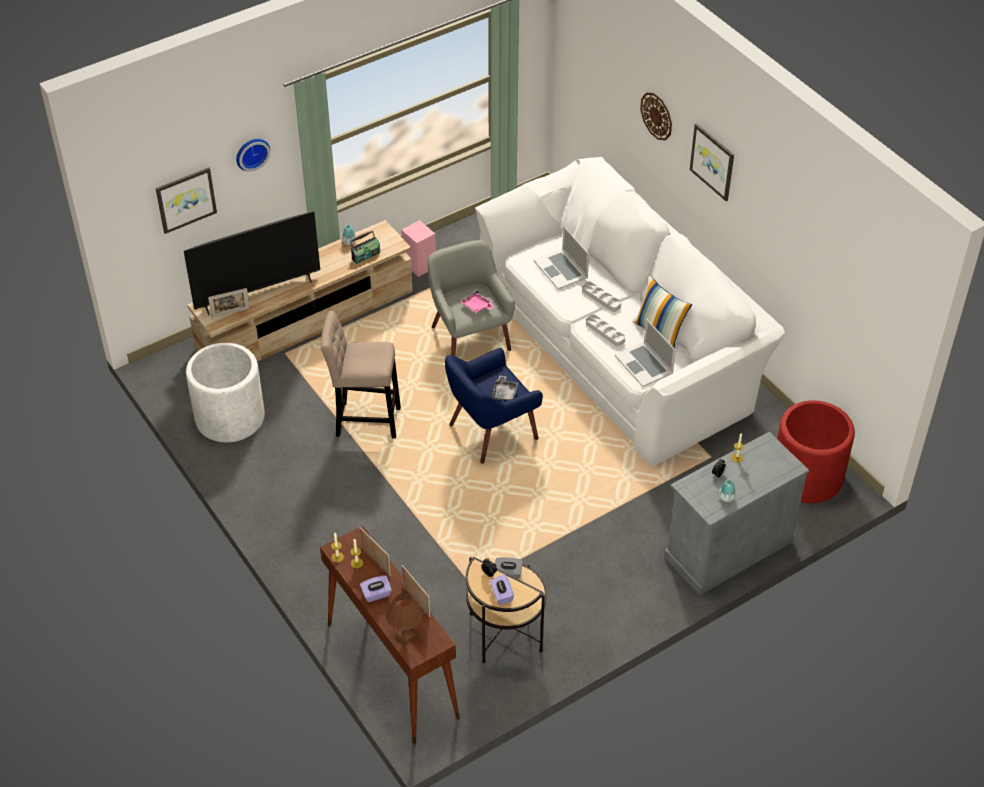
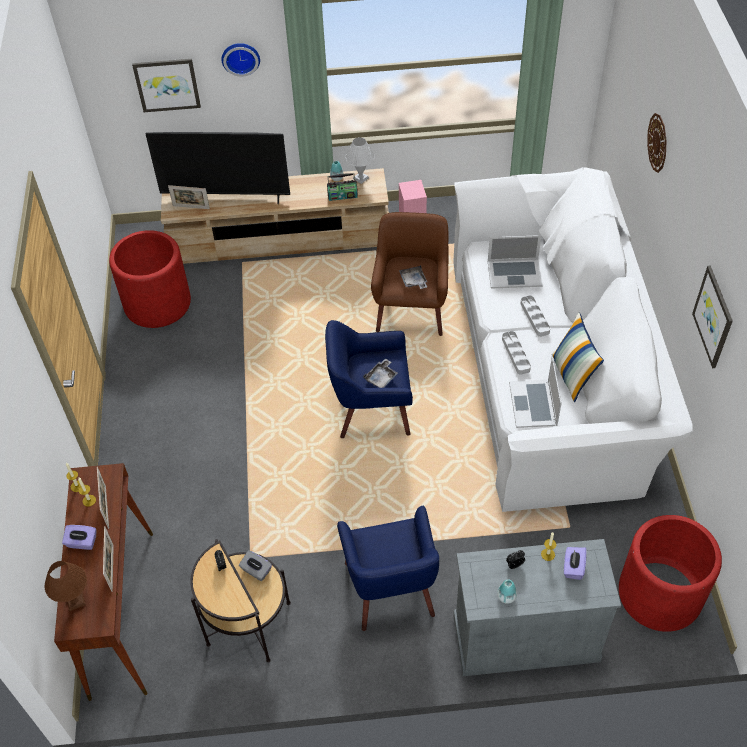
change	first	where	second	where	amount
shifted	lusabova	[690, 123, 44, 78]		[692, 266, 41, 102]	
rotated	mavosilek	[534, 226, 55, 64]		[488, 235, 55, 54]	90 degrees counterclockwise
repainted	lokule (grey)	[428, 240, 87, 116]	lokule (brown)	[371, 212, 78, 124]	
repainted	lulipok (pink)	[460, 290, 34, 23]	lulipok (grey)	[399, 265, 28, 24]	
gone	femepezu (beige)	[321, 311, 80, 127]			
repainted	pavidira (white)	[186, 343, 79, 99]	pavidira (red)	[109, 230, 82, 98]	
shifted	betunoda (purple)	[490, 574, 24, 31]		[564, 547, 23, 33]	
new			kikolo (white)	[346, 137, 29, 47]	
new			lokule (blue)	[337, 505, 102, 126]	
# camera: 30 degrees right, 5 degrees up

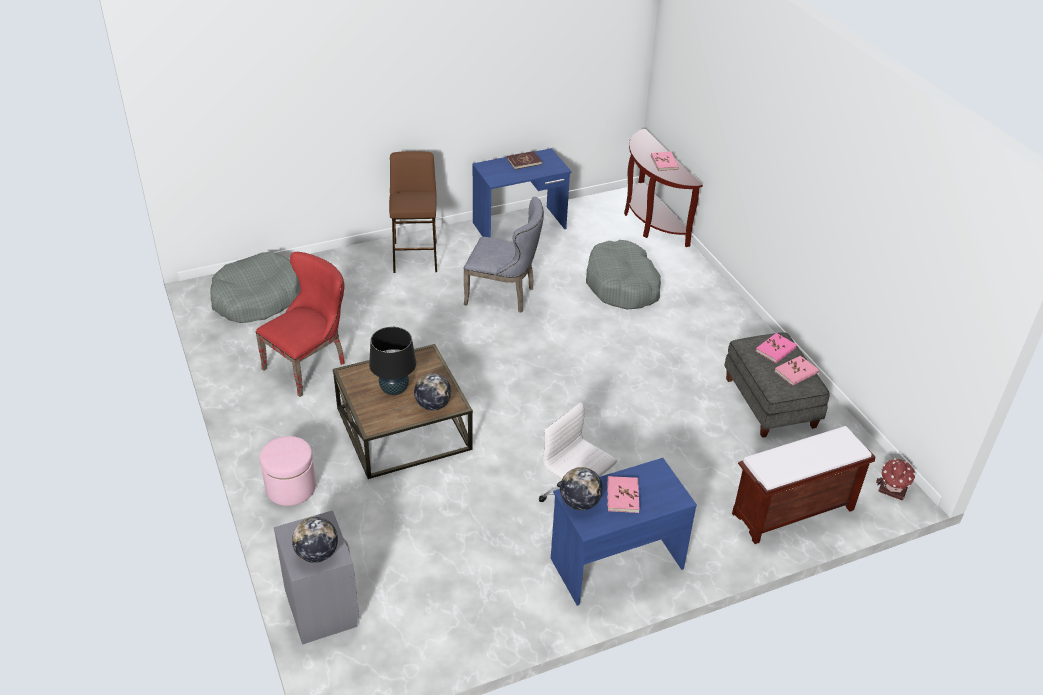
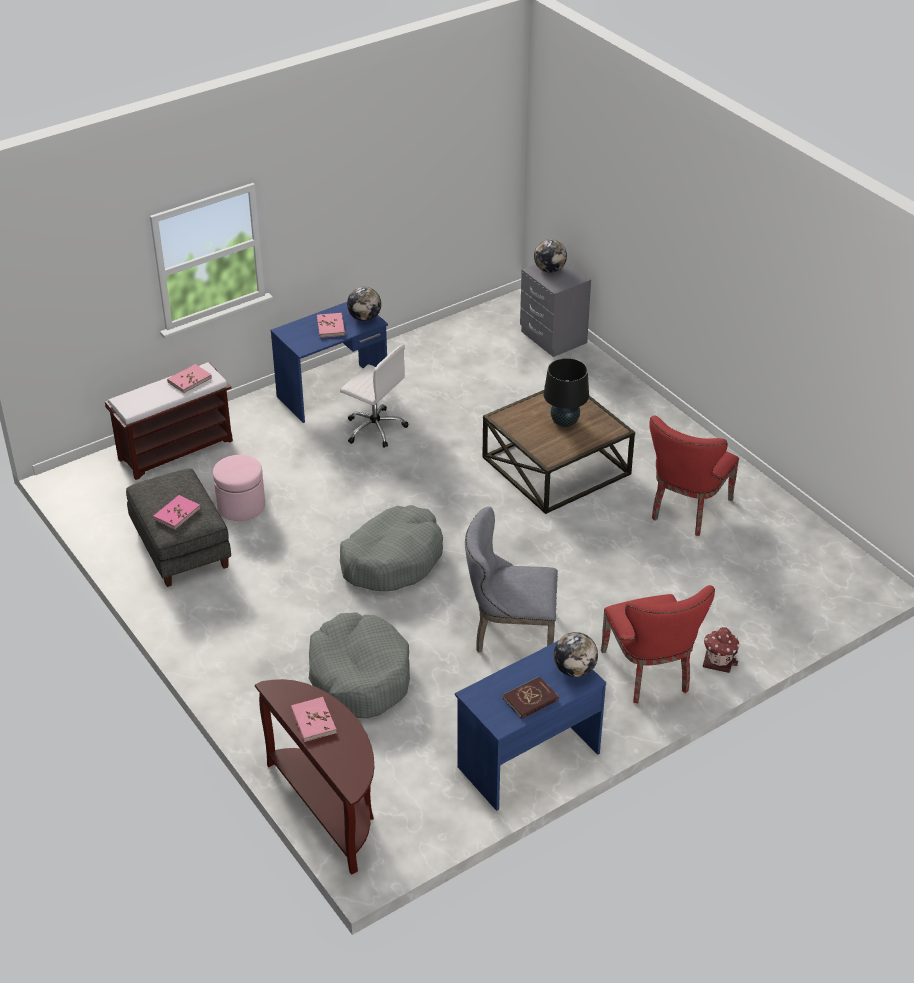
change	first	where	second	where	amount
swapped	femepezu (brown)	[389, 151, 48, 122]	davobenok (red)	[601, 585, 114, 118]	
shifted	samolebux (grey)	[210, 252, 91, 71]		[340, 505, 103, 86]	
shifted	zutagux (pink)	[775, 355, 44, 31]		[167, 364, 45, 29]	
shifted	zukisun	[414, 373, 37, 38]		[553, 632, 45, 45]	
shifted	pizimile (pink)	[260, 436, 56, 70]		[213, 455, 52, 66]	
shifted	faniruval	[876, 458, 39, 43]		[703, 627, 37, 46]	
# camera: 170 degrees right, 0 degrees up

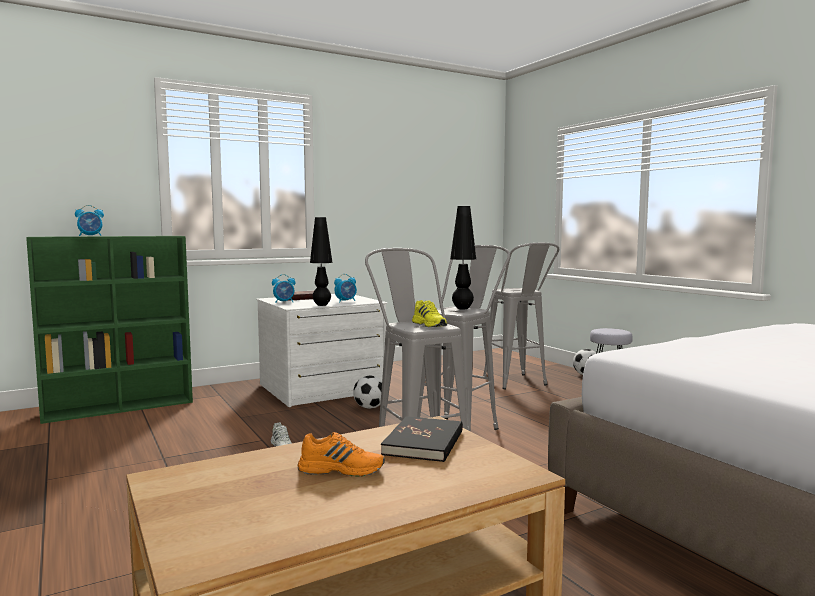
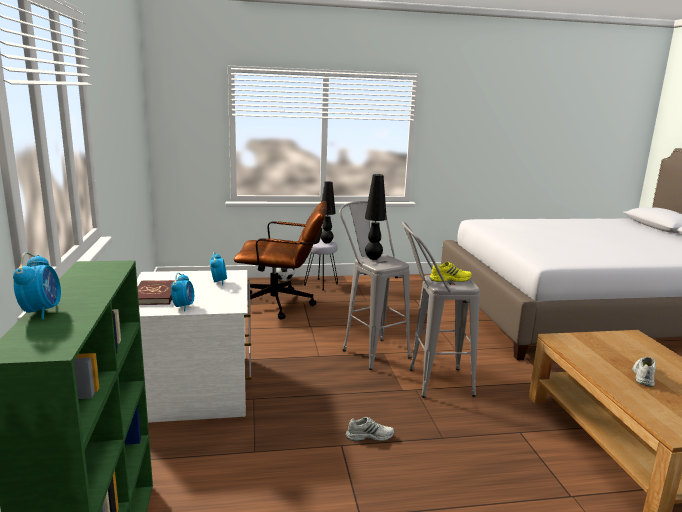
change	first	where	second	where	amount
shifted	kikolo (black)	[310, 217, 23, 89]		[321, 181, 15, 62]	
swapped	femepezu (grey)	[483, 243, 76, 146]	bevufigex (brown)	[234, 201, 93, 119]	
gone	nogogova	[353, 376, 29, 33]			
gone	zutagux (black)	[381, 416, 82, 46]			
repainted	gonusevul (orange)	[298, 432, 87, 45]	gonusevul (white)	[632, 357, 24, 30]	
# camera: 70 degrees left, 10 degrees up

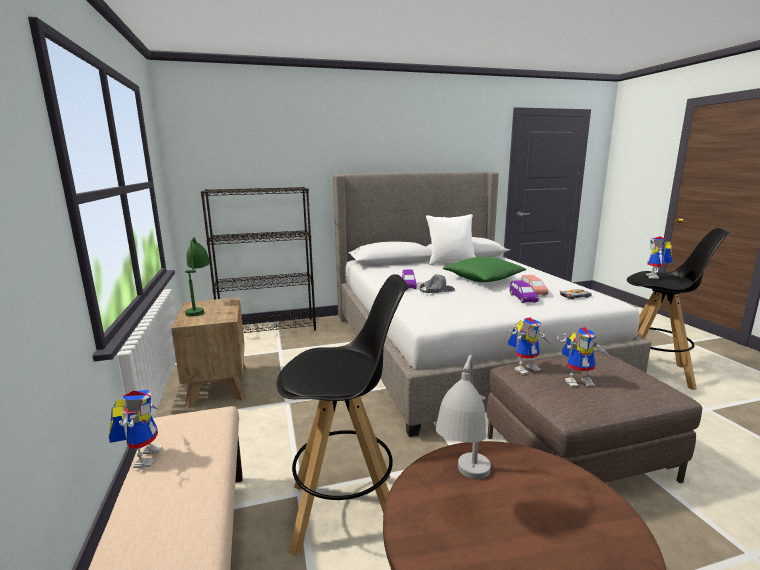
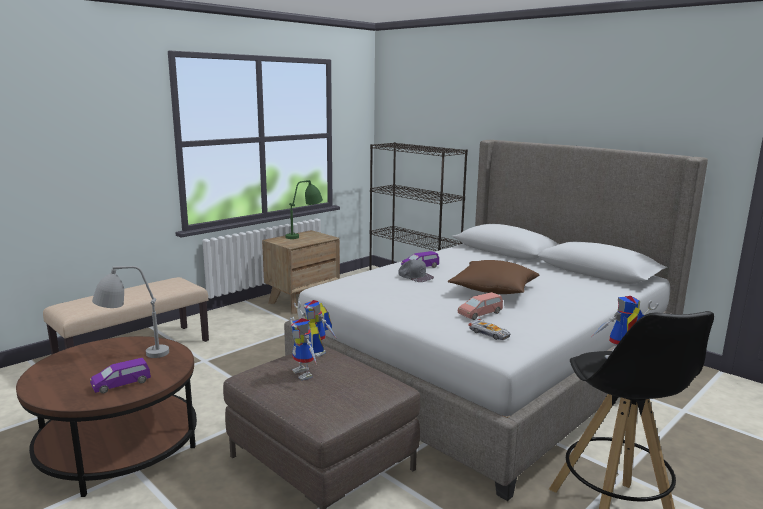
change	first	where	second	where	amount
gone	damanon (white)	[426, 214, 50, 51]			
repainted	damanon (green)	[443, 257, 84, 25]	damanon (brown)	[448, 260, 91, 34]	
gone	femepezu (black)	[277, 274, 132, 282]			
shifted	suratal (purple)	[510, 280, 29, 23]		[90, 358, 61, 36]	
gone	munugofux	[109, 390, 54, 78]			
# camera: 60 degrees right, 0 degrees up

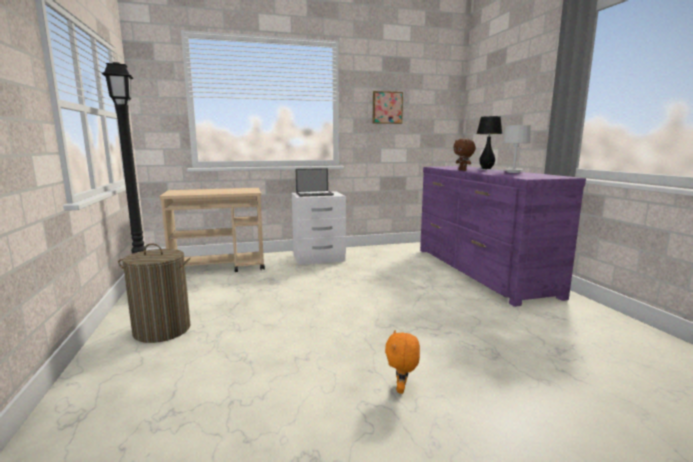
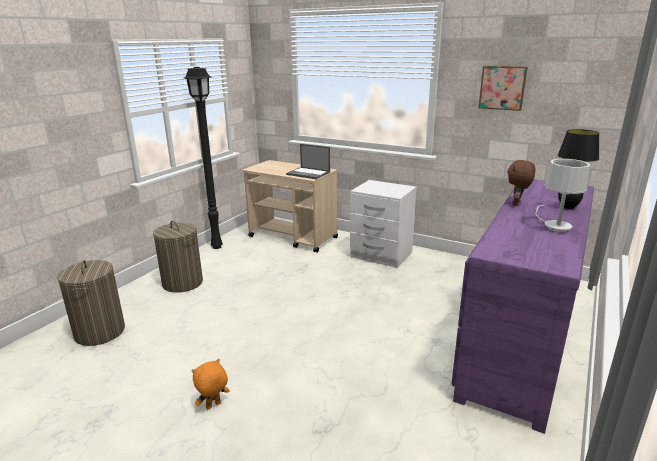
change	first	where	second	where	amount
shifted	mavosilek	[296, 168, 38, 29]		[286, 144, 44, 35]	
new			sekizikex	[57, 260, 68, 86]	
# camera: 45 degrees right, 10 degrees up

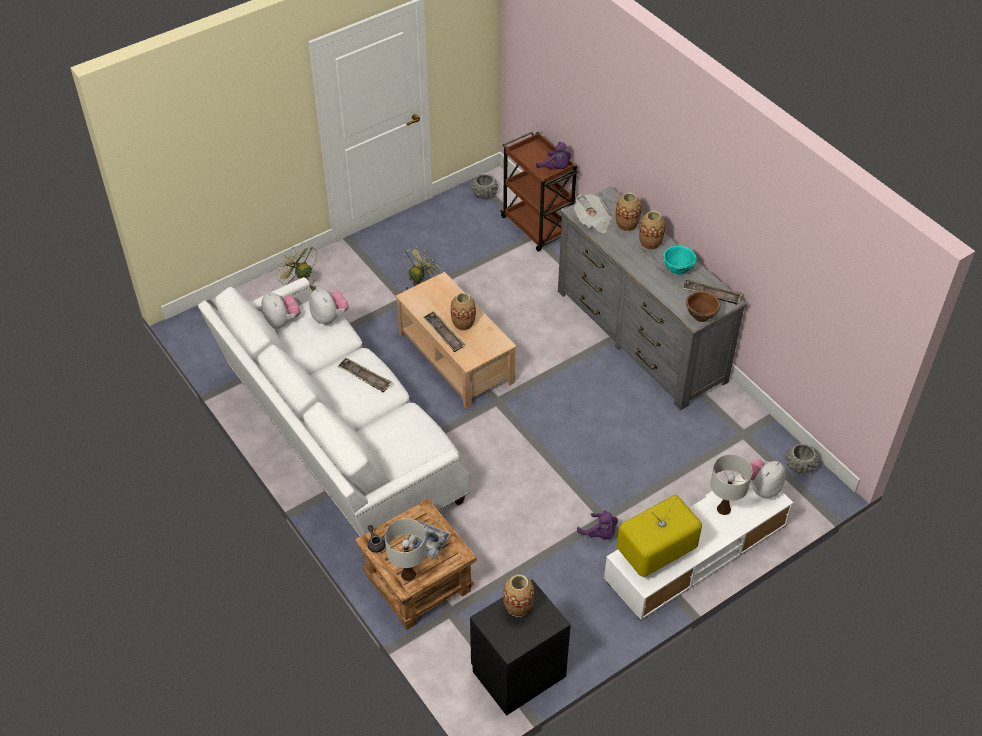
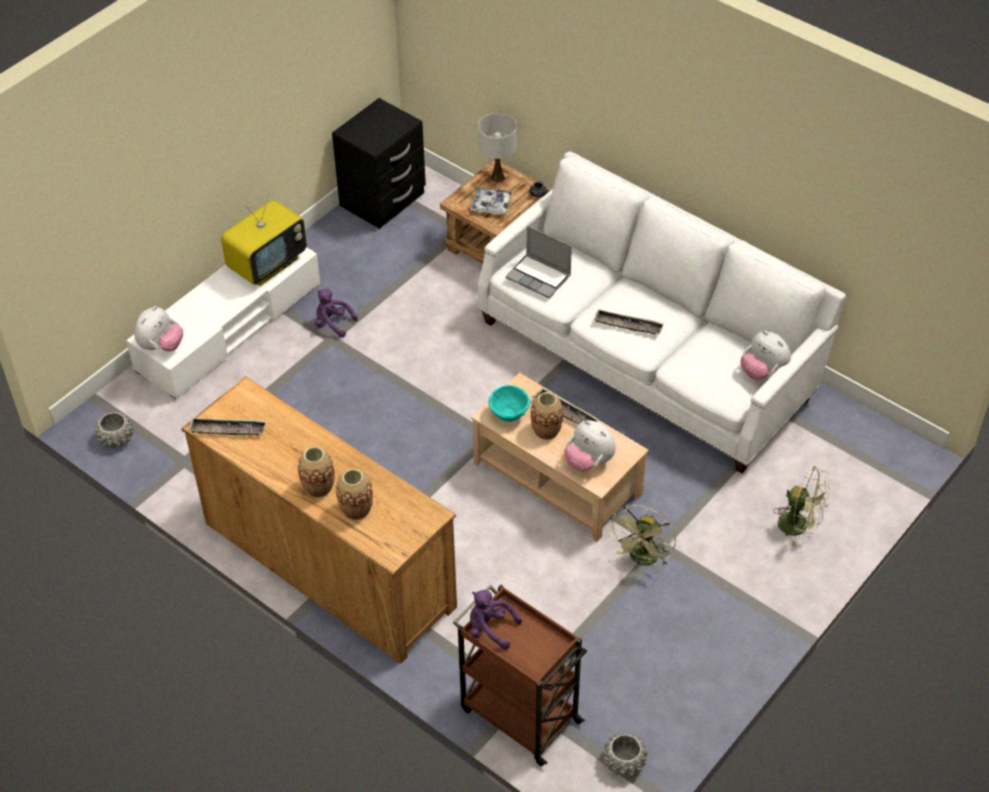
change	first	where	second	where	amount
repainted	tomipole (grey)	[558, 186, 189, 224]	tomipole (brown)	[181, 376, 276, 288]	
gone	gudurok	[574, 194, 38, 39]			
shifted	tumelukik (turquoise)	[663, 246, 34, 29]		[488, 385, 42, 37]	
shifted	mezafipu	[309, 288, 40, 37]		[564, 420, 52, 52]	
gone	tumelukik (brown)	[686, 291, 35, 31]			
gone	kikolo (white)	[710, 454, 42, 61]			
gone	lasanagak	[503, 574, 32, 43]			
new			mavosilek	[505, 226, 67, 72]	
# camera: 165 degrees right, 0 degrees up

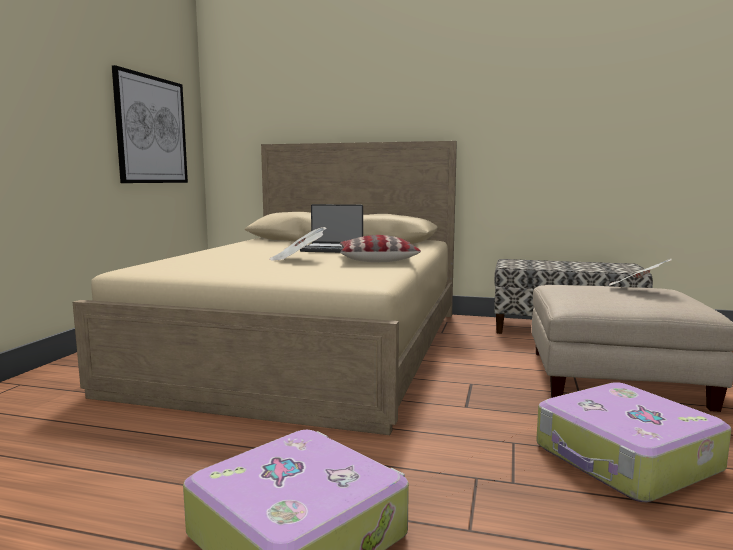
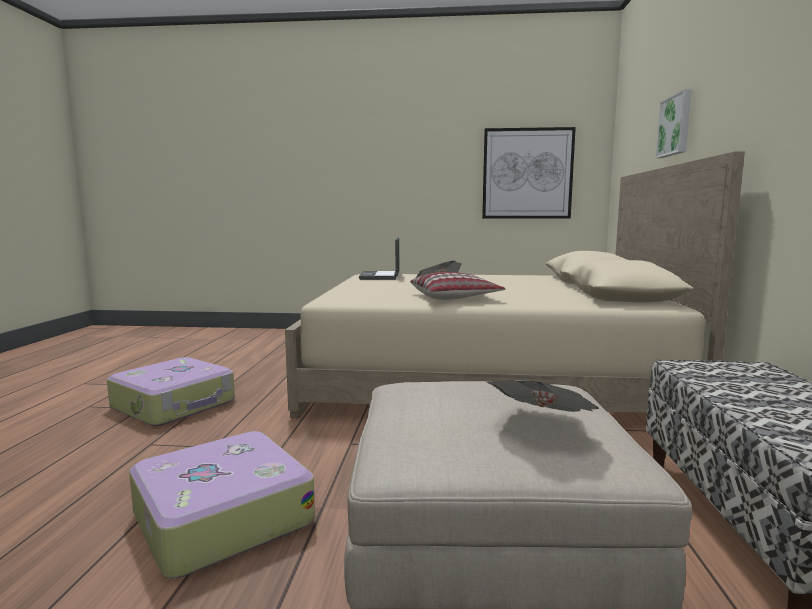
change	first	where	second	where	amount
shifted	mavosilek	[300, 204, 63, 49]		[359, 237, 40, 43]	
new			lusabova	[656, 89, 36, 69]	
# camera: 80 degrees right, 0 degrees up

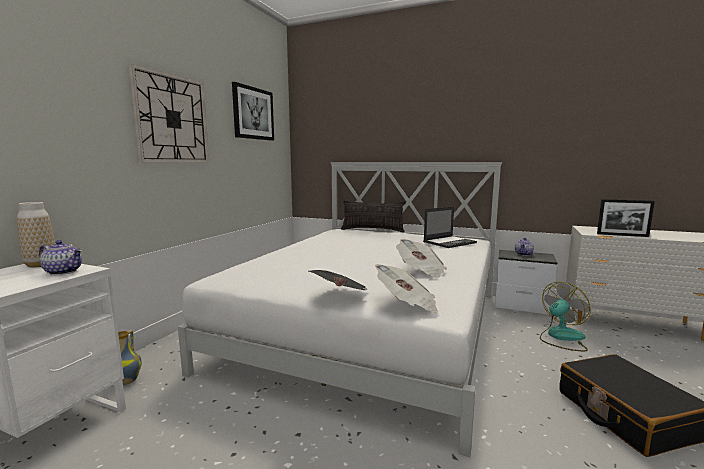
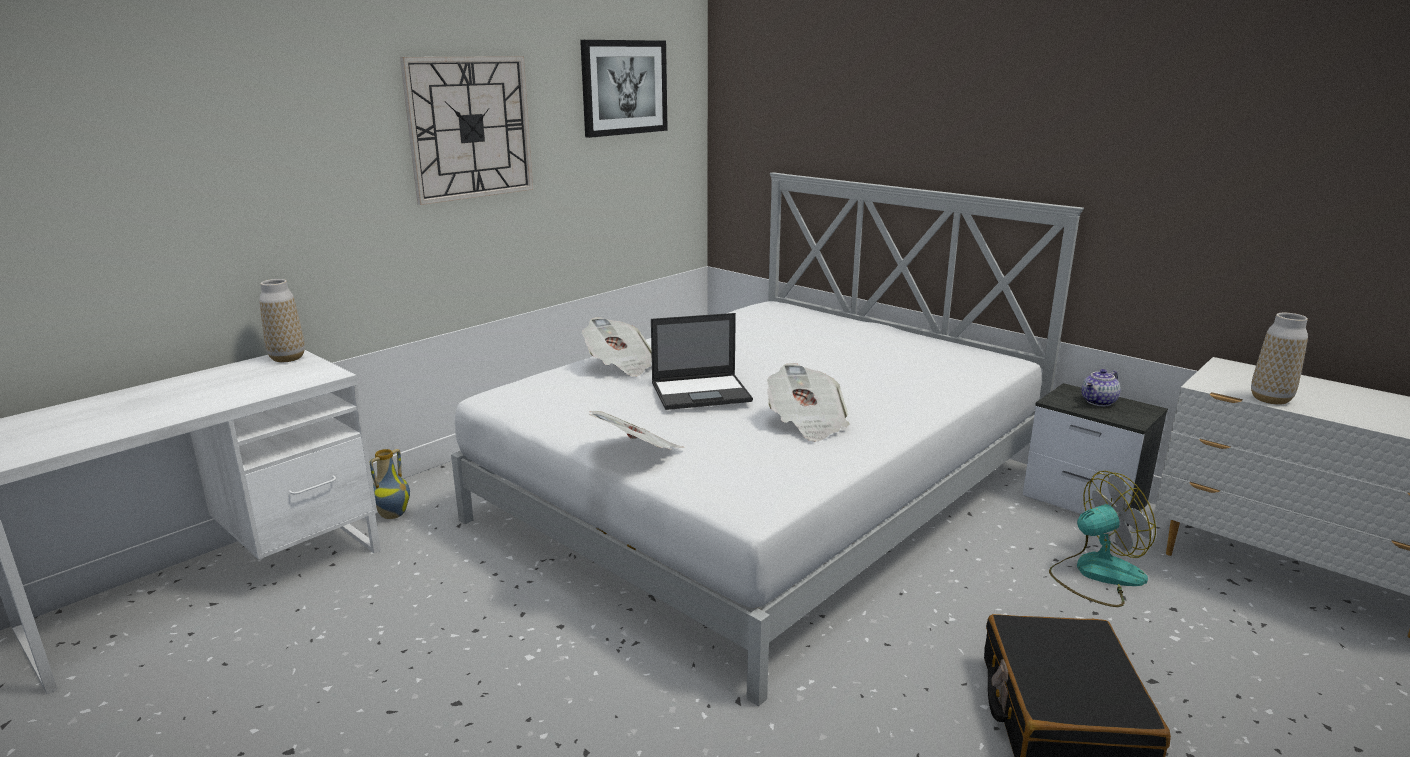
change	first	where	second	where	amount
swapped	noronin	[597, 199, 58, 38]	lasanagak	[1251, 313, 57, 92]	
gone	damanon	[341, 200, 65, 32]			
shifted	mavosilek	[423, 206, 54, 42]		[651, 313, 102, 97]	
gone	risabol	[39, 240, 43, 35]			
shifted	gudurok	[375, 264, 63, 49]		[582, 317, 70, 60]	
# camera: 20 degrees right, 10 degrees up

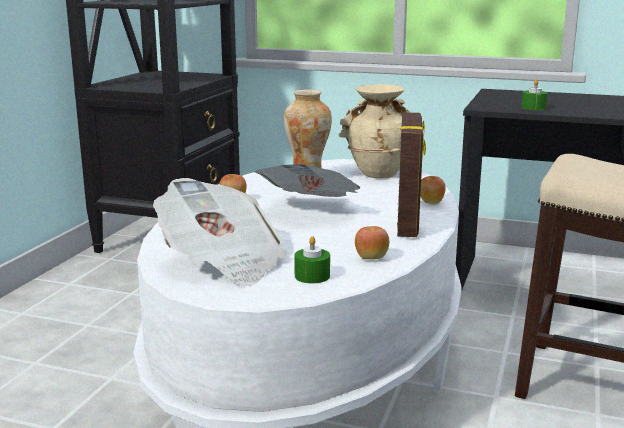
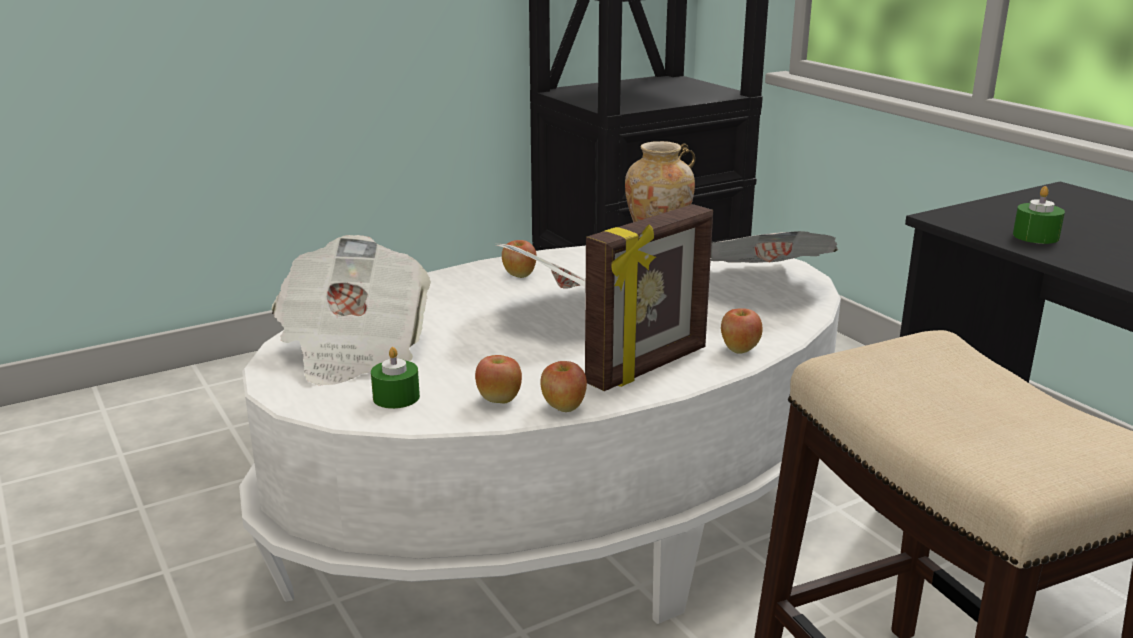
change	first	where	second	where	amount
swapped	lasanagak (beige)	[339, 84, 71, 95]	gudurok	[710, 231, 128, 32]	
new			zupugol	[540, 361, 47, 51]	
# camera: 40 degrees right, 5 degrees up

